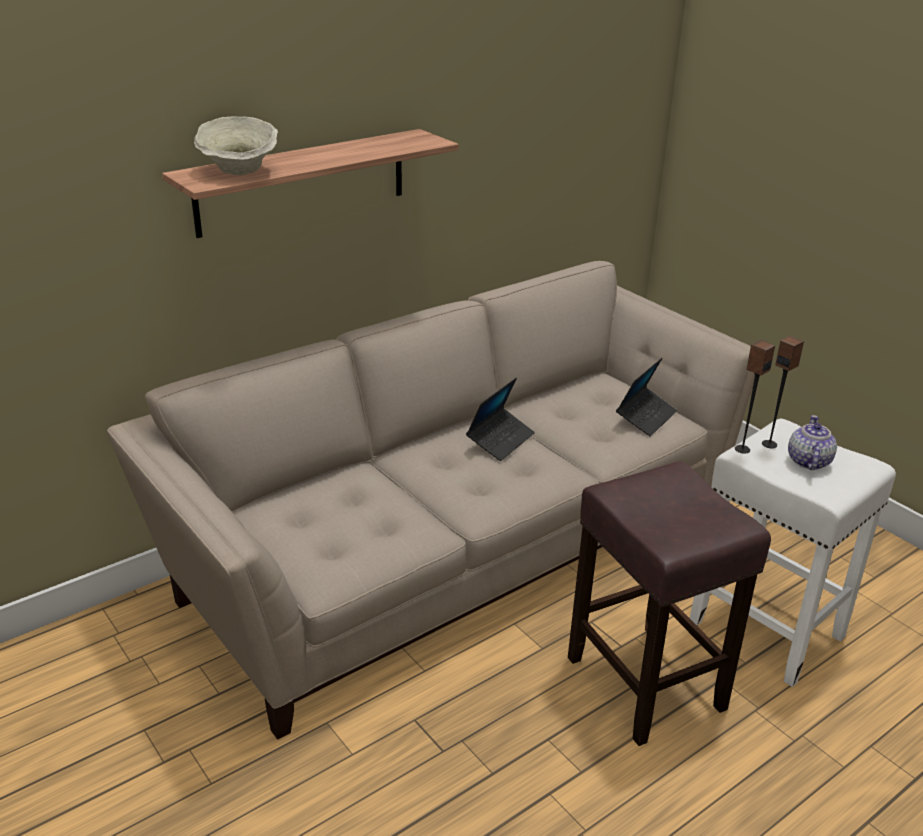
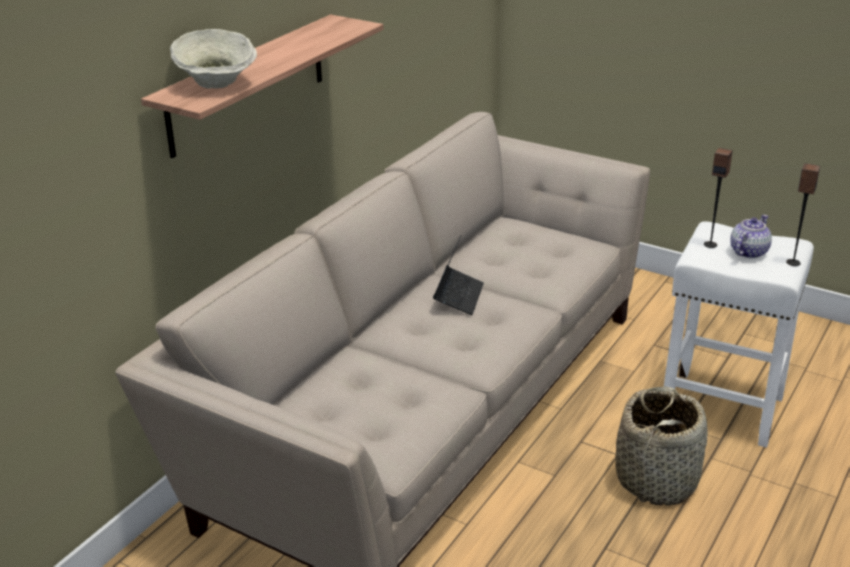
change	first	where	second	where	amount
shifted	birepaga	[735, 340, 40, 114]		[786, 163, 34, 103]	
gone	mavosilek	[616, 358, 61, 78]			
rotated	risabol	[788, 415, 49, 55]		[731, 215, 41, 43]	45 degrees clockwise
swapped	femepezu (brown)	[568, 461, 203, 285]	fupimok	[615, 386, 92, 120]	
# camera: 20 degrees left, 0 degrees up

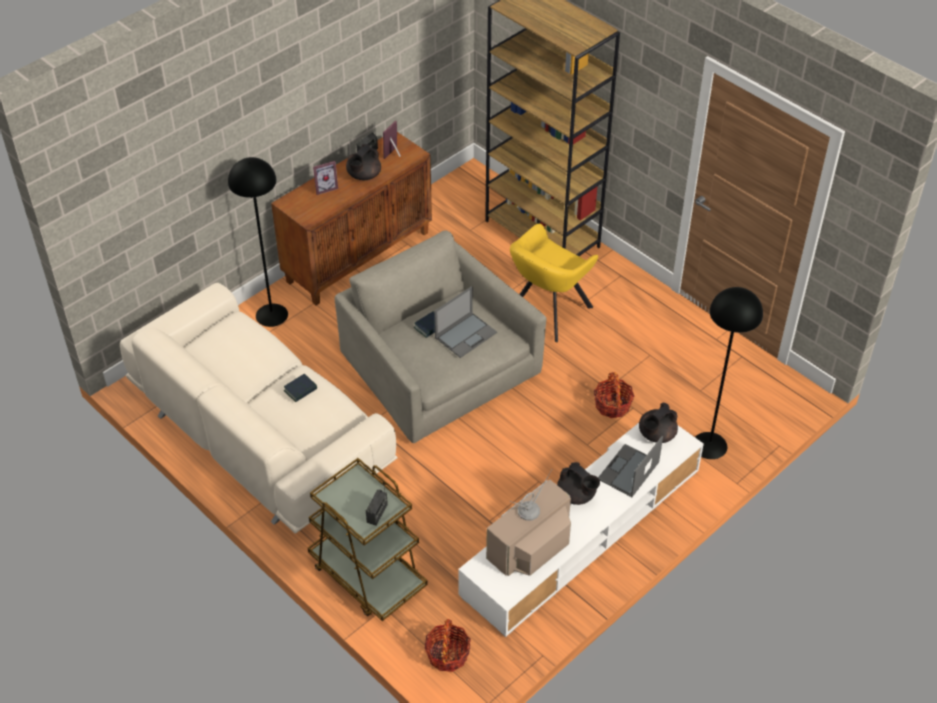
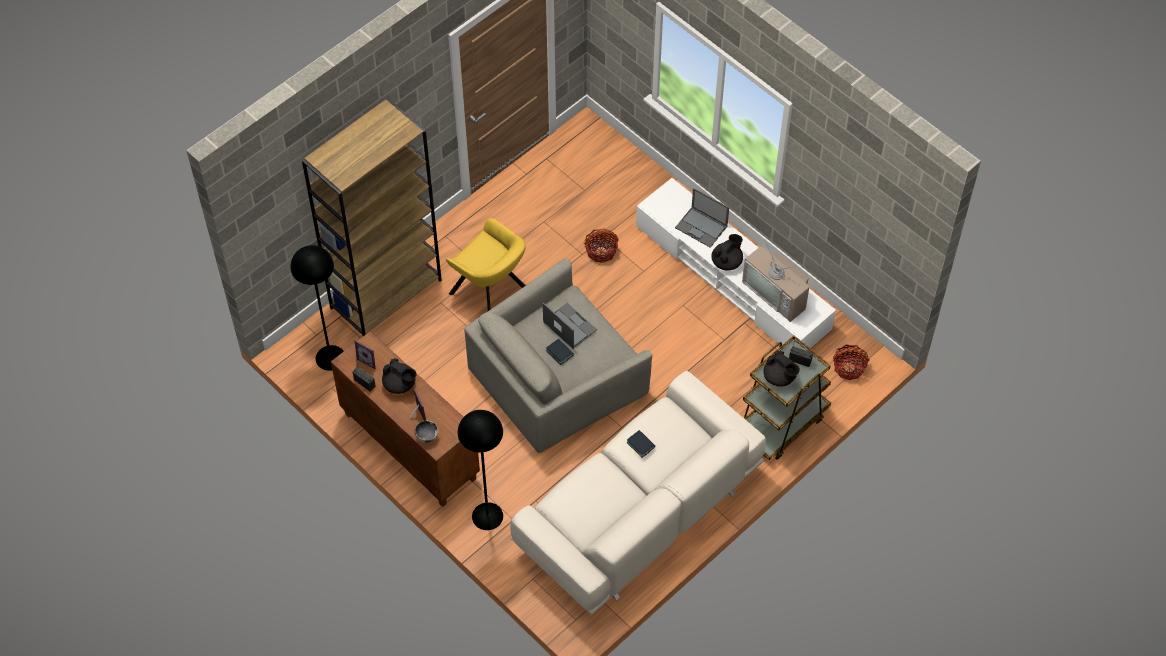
change	first	where	second	where	amount
shifted	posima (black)	[695, 287, 68, 172]		[290, 245, 54, 126]	
shifted	risabol (black)	[639, 403, 39, 40]		[764, 351, 36, 35]	
new			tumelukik	[415, 420, 24, 23]	
# camera: 90 degrees left, 10 degrees up

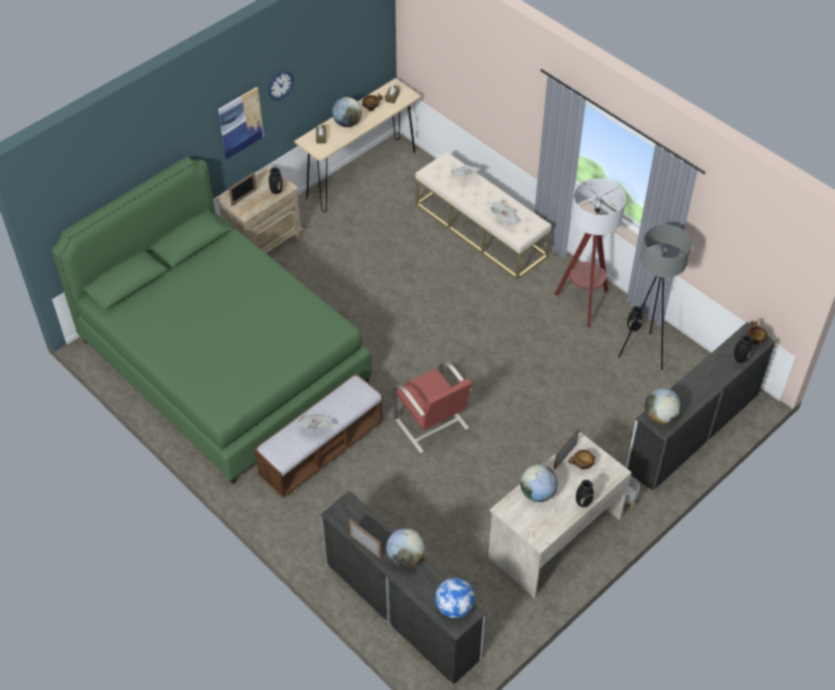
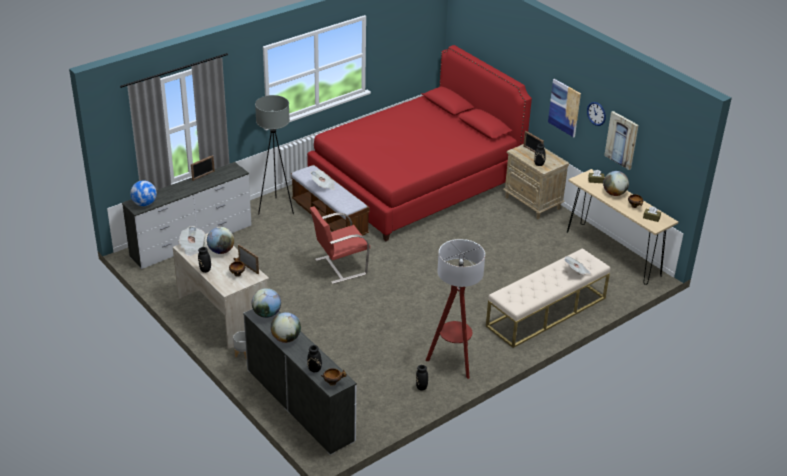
change	first	where	second	where	amount
repainted	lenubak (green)	[51, 157, 321, 327]	lenubak (red)	[307, 45, 225, 196]	
shifted	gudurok	[490, 202, 32, 23]		[178, 226, 28, 30]	
shifted	posima (grey)	[618, 224, 73, 146]		[255, 95, 39, 119]	
shifted	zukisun	[386, 528, 39, 40]		[271, 312, 30, 31]	
new			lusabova	[604, 111, 35, 59]	
# camera: 95 degrees right, 15 degrees down

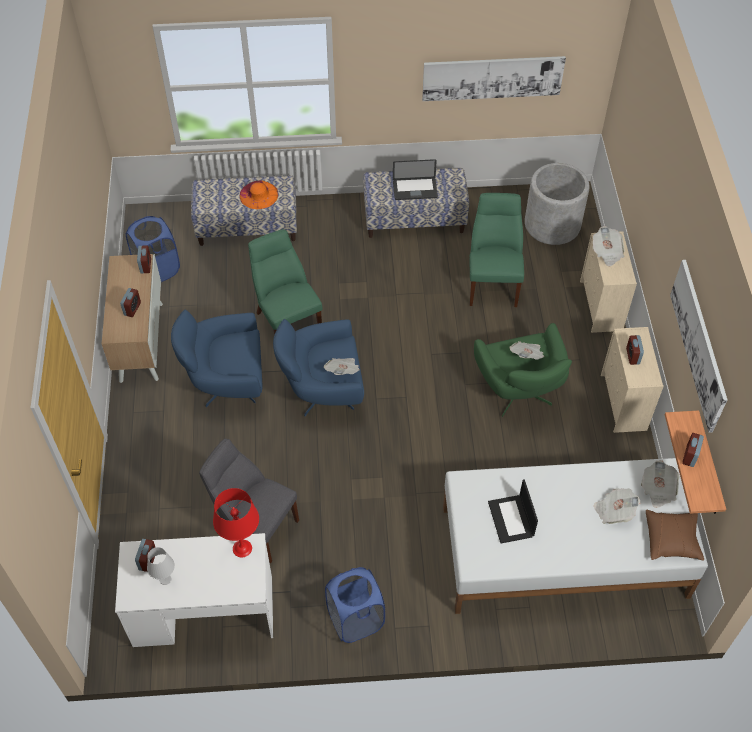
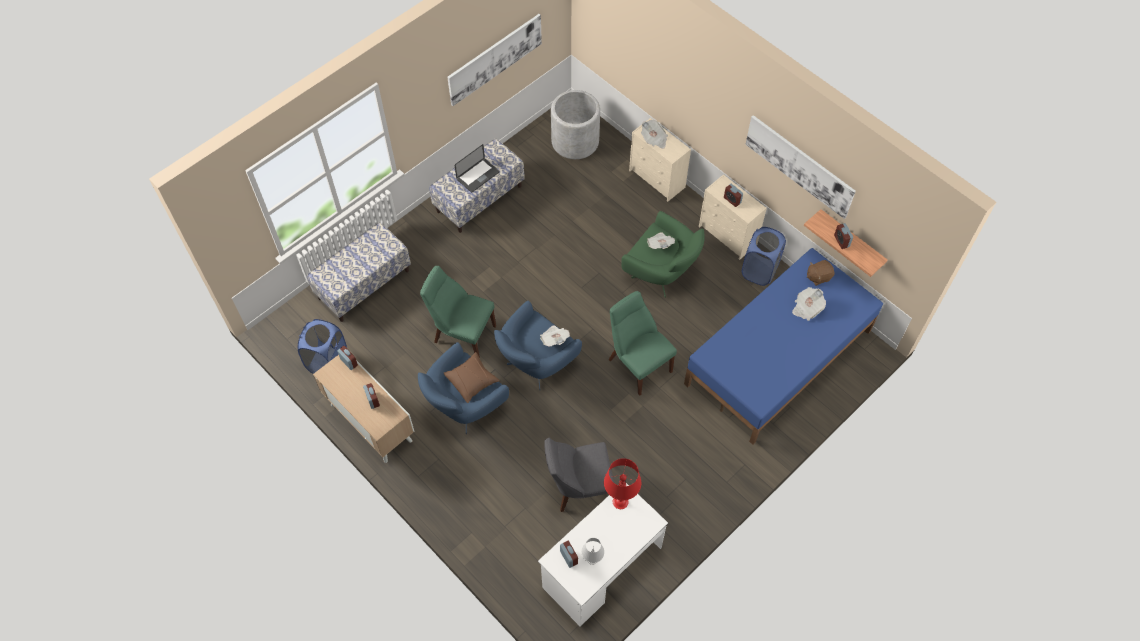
change	first	where	second	where	amount
gone	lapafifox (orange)	[240, 180, 39, 29]			
shifted	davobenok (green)	[470, 193, 54, 114]		[609, 291, 68, 105]	
repainted	lenubak (white)	[443, 458, 265, 156]	lenubak (blue)	[684, 248, 199, 197]	
swapped	gudurok	[641, 460, 39, 48]	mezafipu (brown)	[807, 260, 28, 26]	
gone	mavosilek	[488, 479, 50, 64]			
shifted	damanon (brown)	[646, 510, 58, 51]		[443, 352, 57, 51]	
shifted	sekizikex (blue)	[325, 567, 60, 76]		[741, 227, 45, 59]	
# camera: 40 degrees left, 5 degrees up

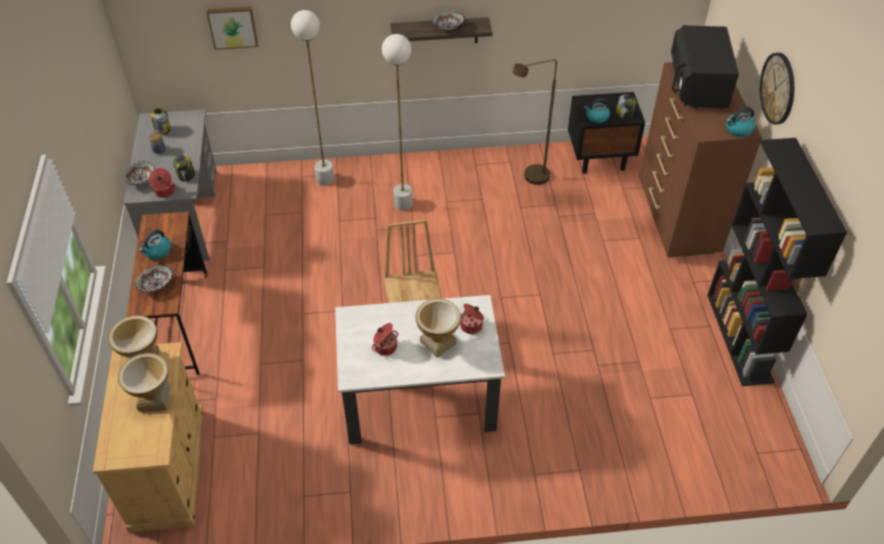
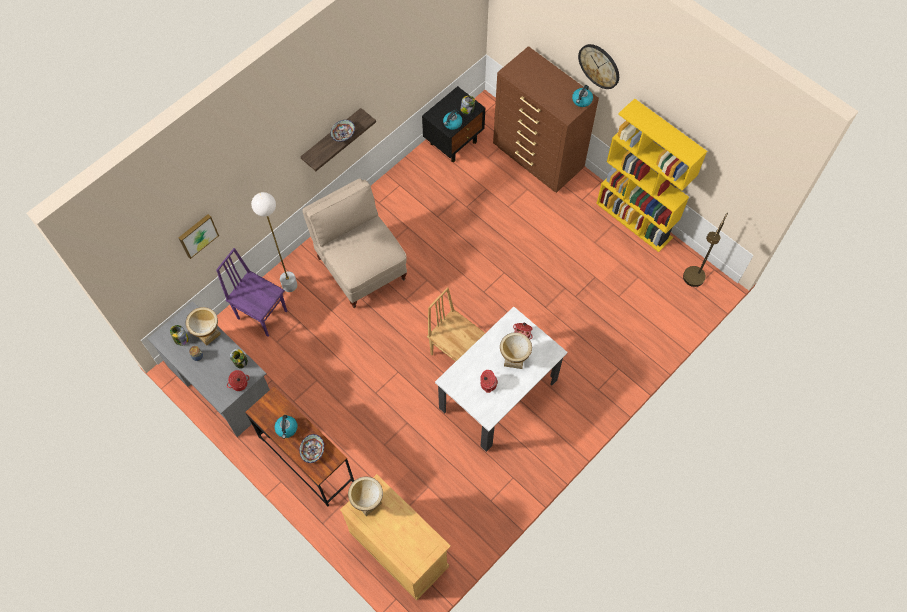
change	first	where	second	where	amount
gone	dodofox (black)	[671, 25, 68, 84]			
swapped	posima (white)	[382, 34, 31, 176]	davobenok (beige)	[302, 179, 105, 129]	
shifted	posima (brown)	[512, 59, 45, 126]		[683, 213, 45, 74]	
repainted	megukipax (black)	[707, 138, 140, 248]	megukipax (yellow)	[596, 98, 111, 154]	
gone	tumelukik	[123, 162, 31, 23]			
shifted	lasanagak	[118, 353, 52, 59]		[185, 307, 36, 39]	
new			davobenok (purple)	[216, 248, 71, 88]	
# camera: 40 degrees left, 15 degrees up

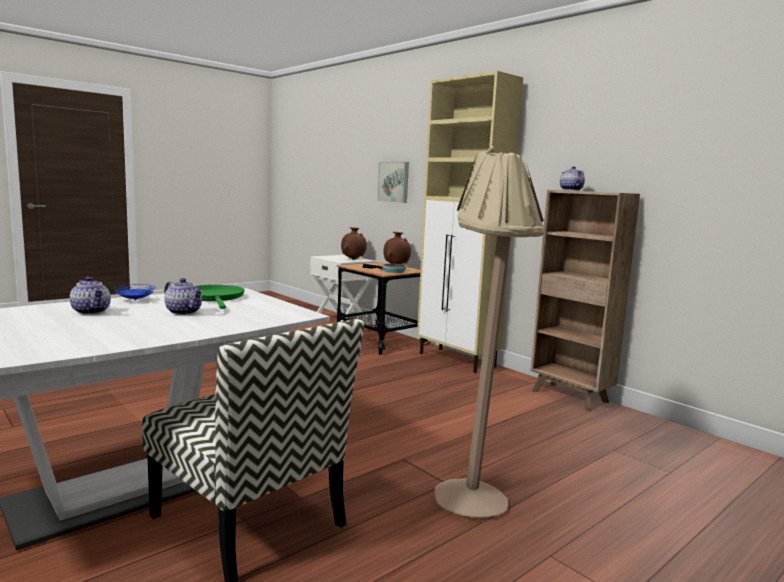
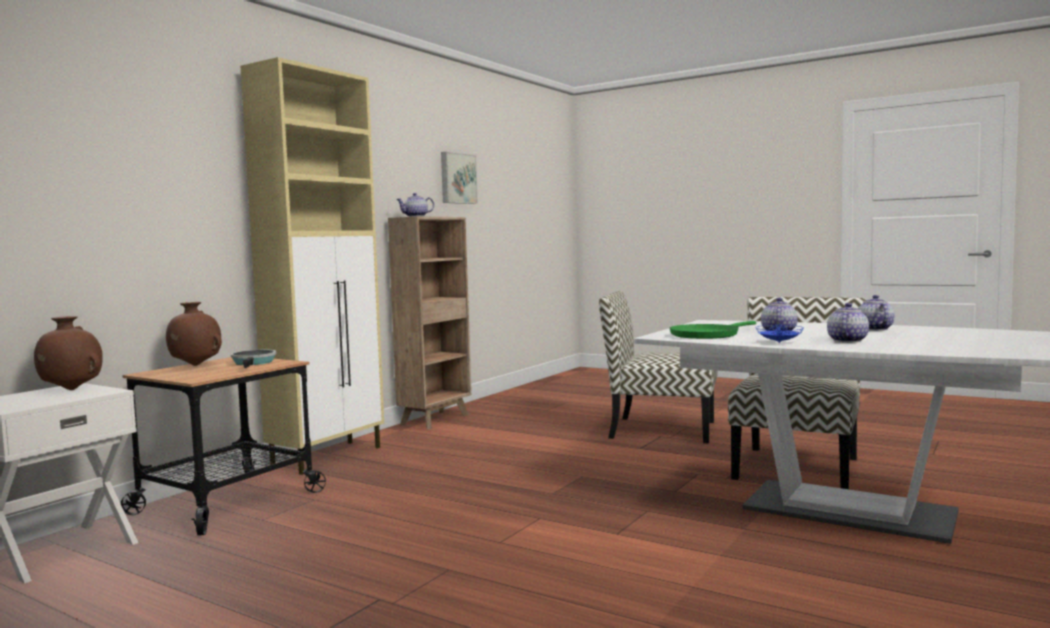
change	first	where	second	where	amount
swapped	posima (beige)	[434, 146, 111, 371]	davobenok	[599, 291, 118, 152]	
shifted	lusabova	[377, 162, 32, 41]		[441, 152, 37, 52]	
new			risabol	[858, 295, 37, 35]	
# camera: 105 degrees left, 5 degrees down

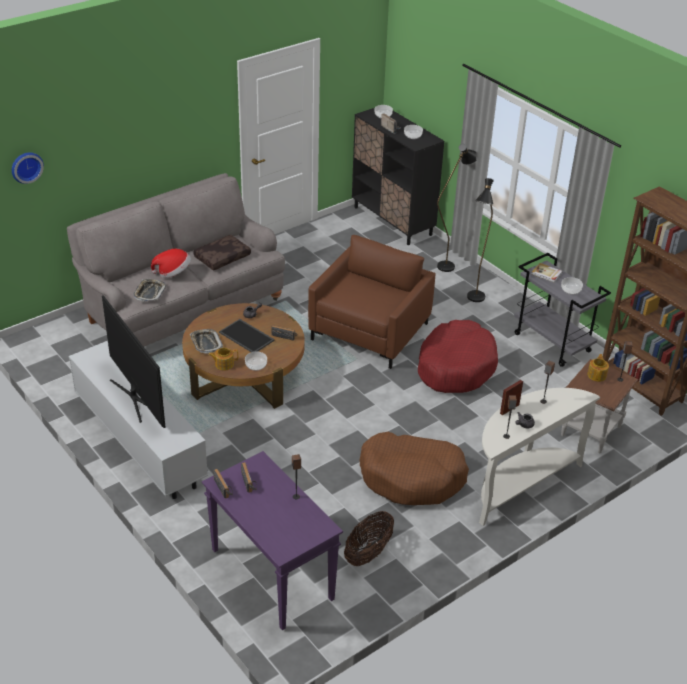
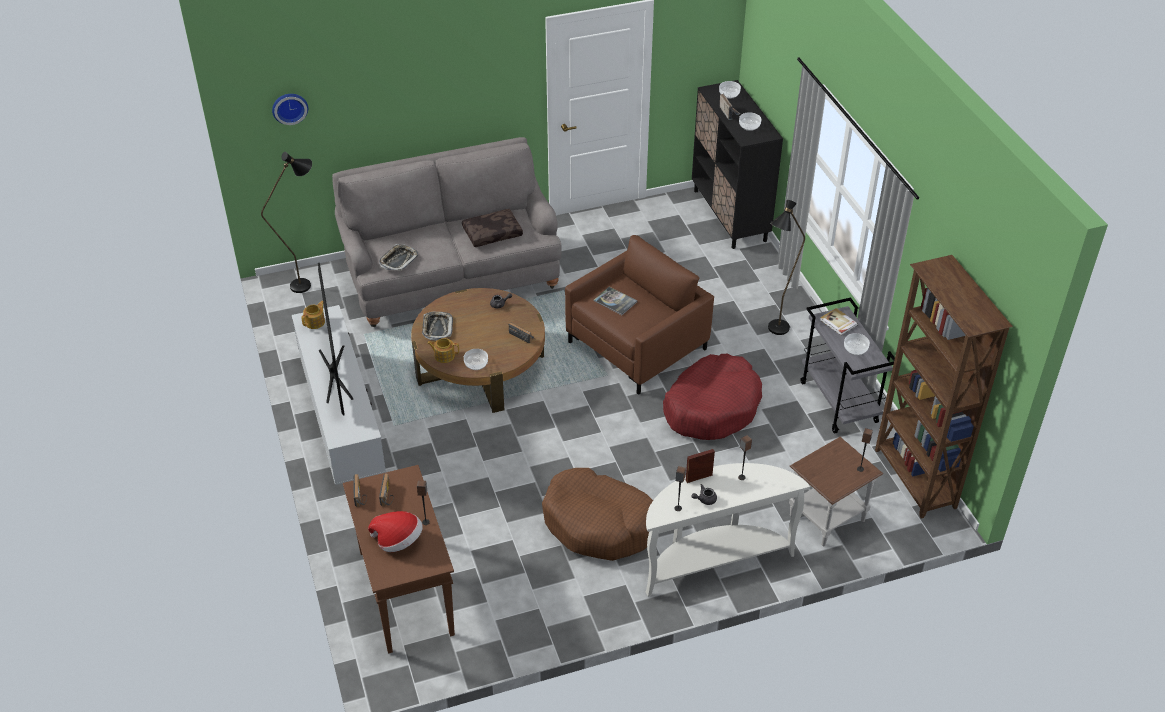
change	first	where	second	where	amount
shifted	posima (black)	[437, 143, 40, 129]		[261, 152, 51, 141]	
shifted	lapafifox	[151, 249, 40, 29]		[368, 511, 55, 41]	
gone	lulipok	[219, 319, 56, 33]			
shifted	risabol	[587, 354, 22, 28]		[301, 301, 24, 28]	
repainted	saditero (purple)	[202, 451, 141, 179]	saditero (brown)	[343, 465, 112, 189]	
gone	fupimok	[344, 511, 50, 55]			
new			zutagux	[594, 287, 44, 28]	
# camera: 20 degrees right, 5 degrees up

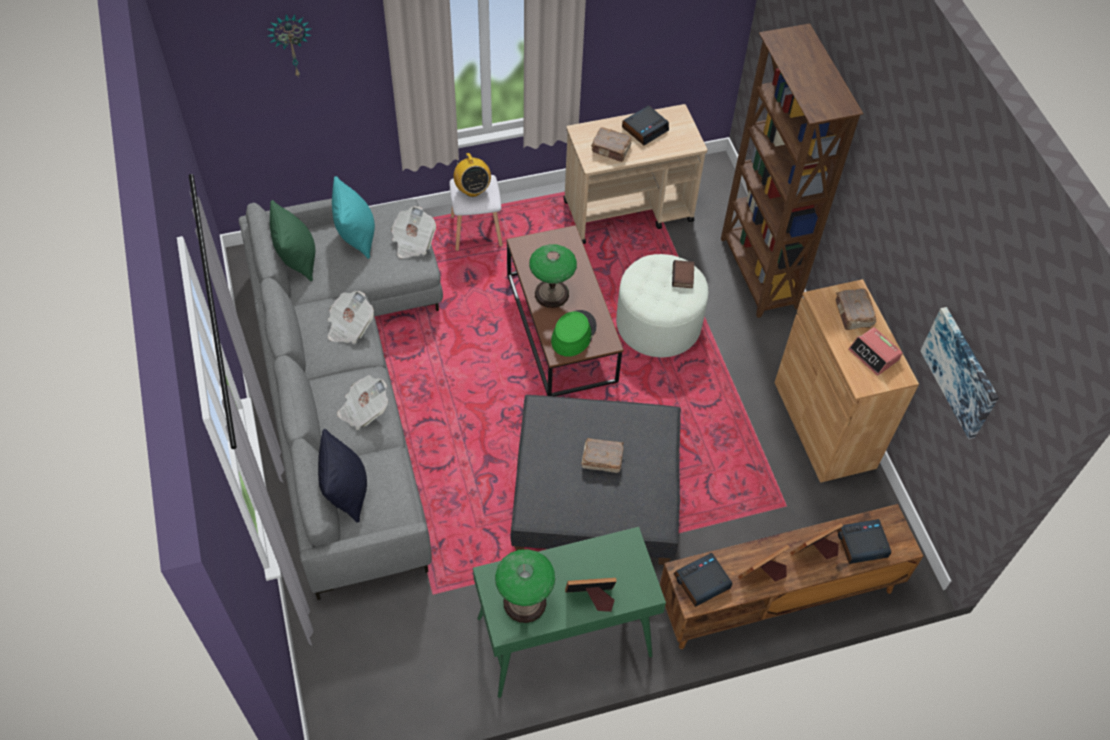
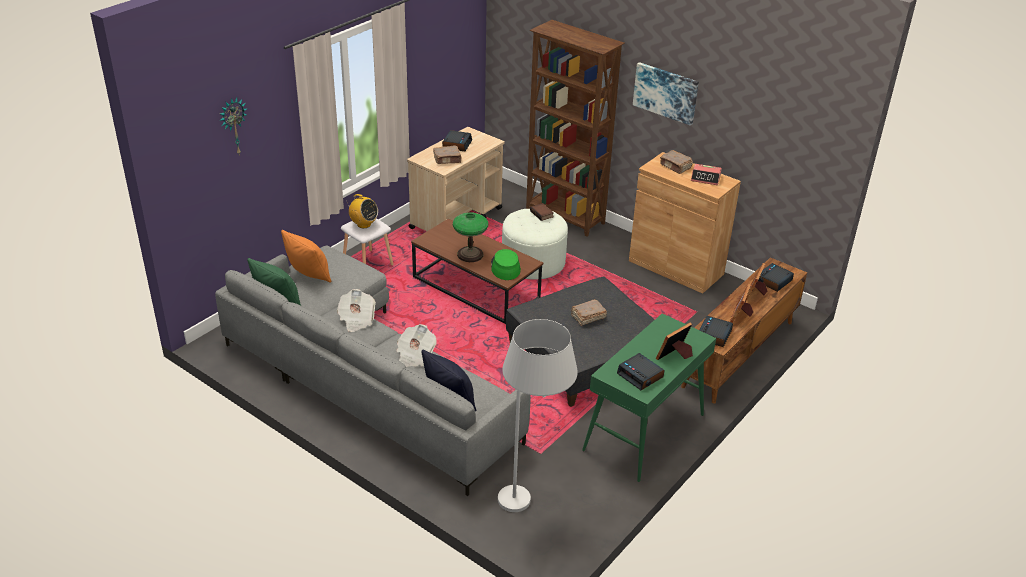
change	first	where	second	where	amount
repainted	damanon (turquoise)	[332, 176, 43, 83]	damanon (orange)	[281, 230, 50, 53]	
gone	gudurok	[391, 206, 45, 52]			
shifted	lusabova	[920, 307, 79, 132]		[633, 62, 66, 64]	
swapped	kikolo	[495, 549, 60, 74]	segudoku	[617, 353, 48, 37]	
new			posima (white)	[498, 319, 80, 193]	
# camera: 35 degrees left, 20 degrees down

